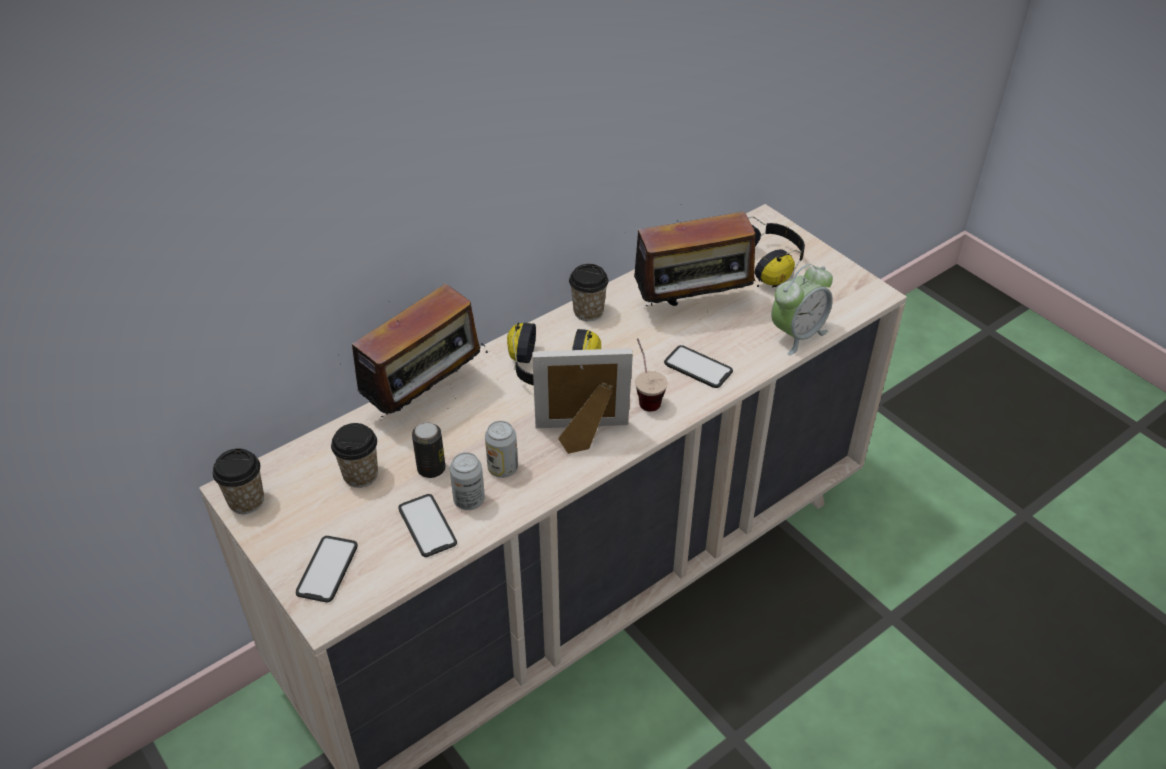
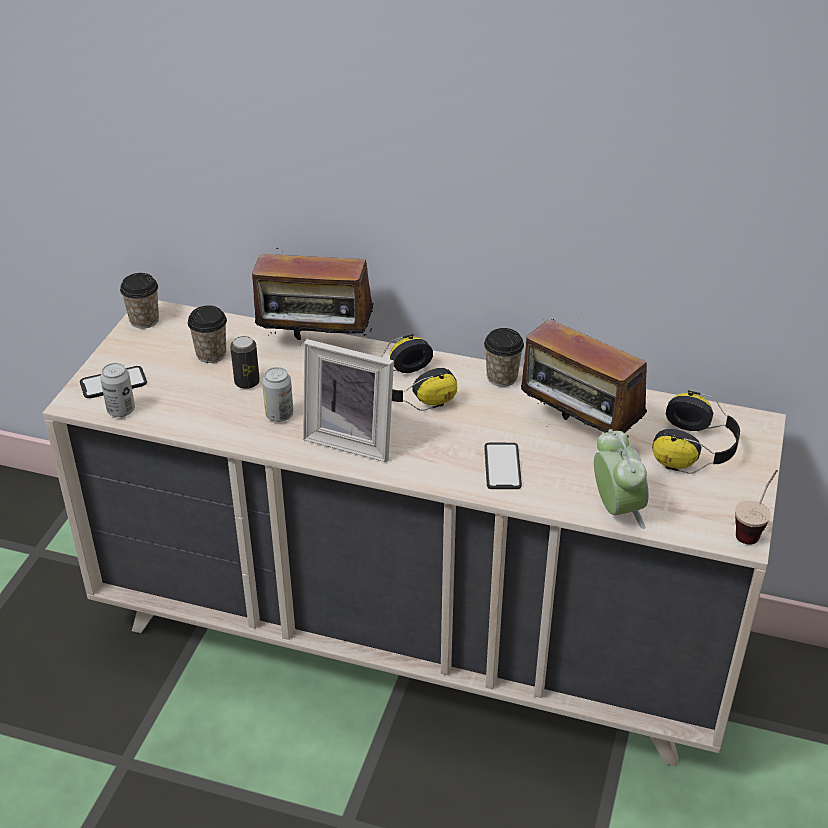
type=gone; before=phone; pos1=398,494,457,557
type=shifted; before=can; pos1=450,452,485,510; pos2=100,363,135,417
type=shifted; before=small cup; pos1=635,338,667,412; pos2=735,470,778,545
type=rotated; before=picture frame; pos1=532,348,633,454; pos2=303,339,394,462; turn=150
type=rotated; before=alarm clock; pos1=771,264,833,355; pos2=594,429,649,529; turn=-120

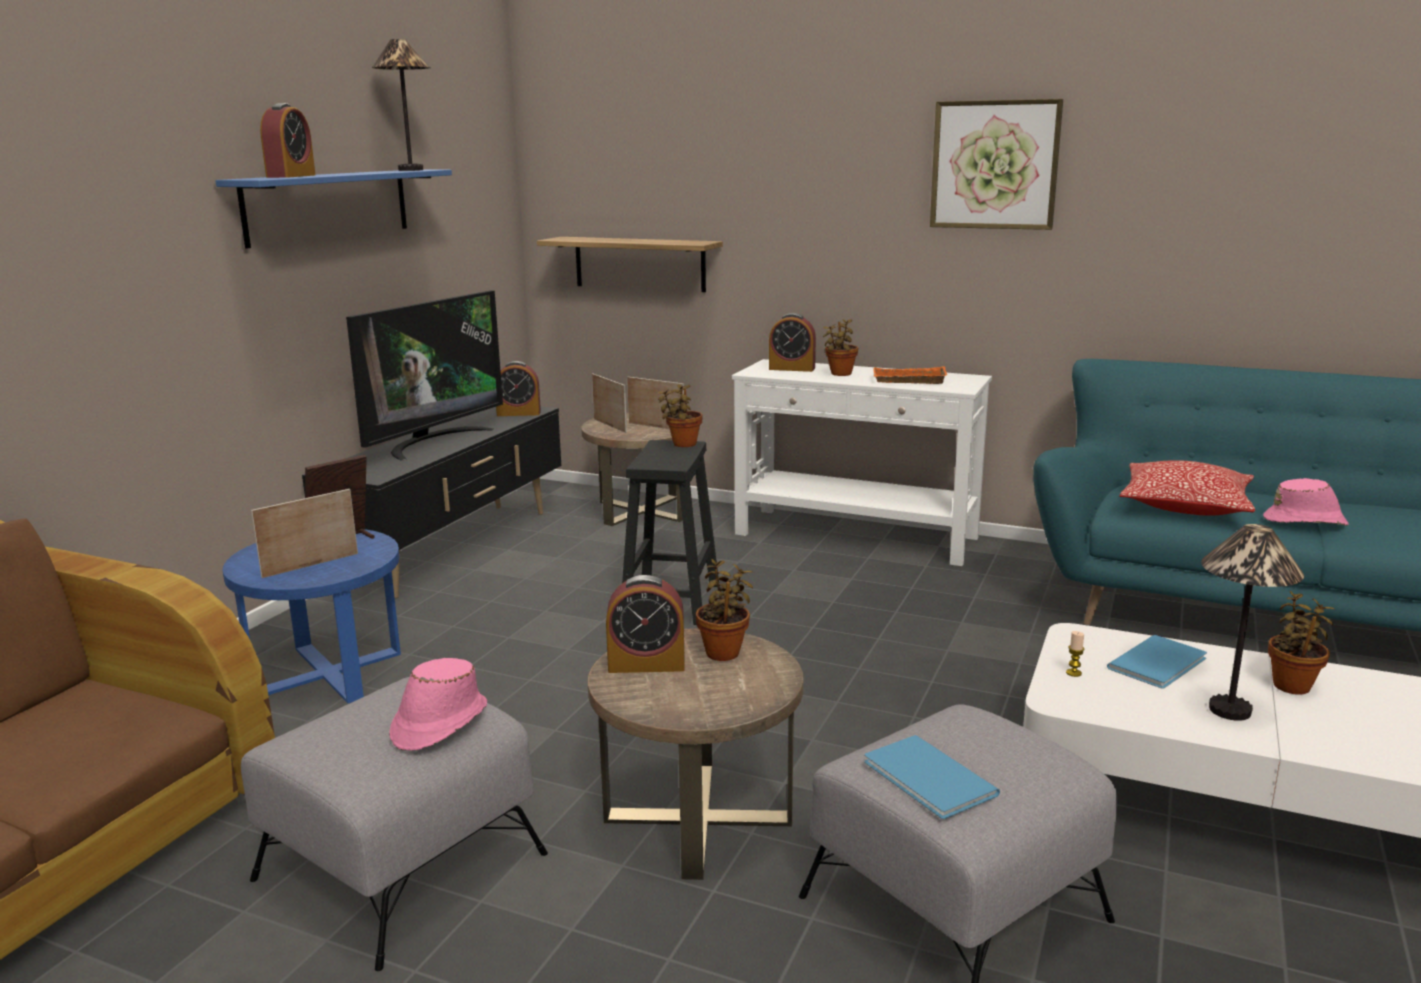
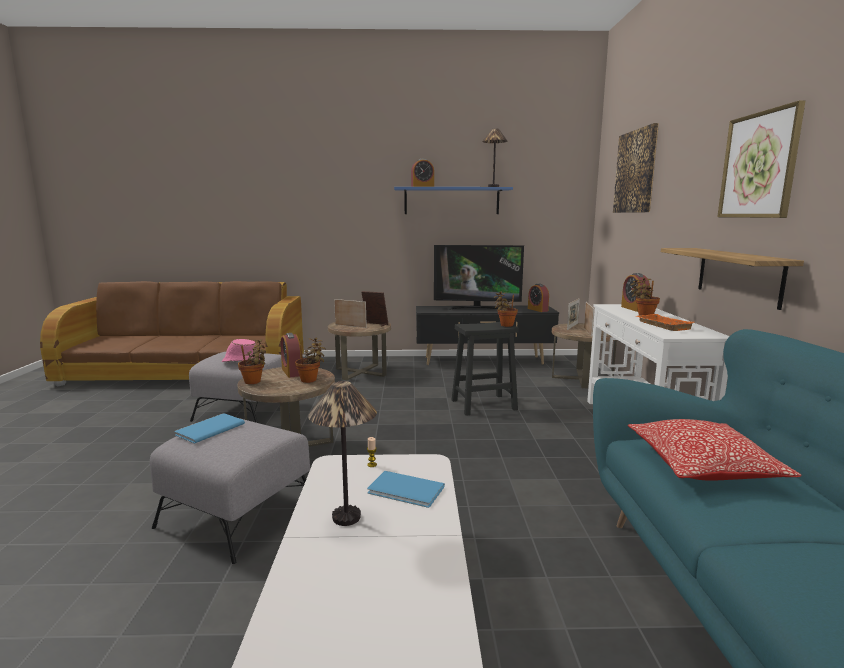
type=gone; before=pinkish wearable hat; pos1=1263,478,1349,526
type=new; after=picture; pos2=613,123,659,213
type=shifted; before=shelf; pos1=537,237,723,292; pos2=661,248,804,310
type=shifted; before=plant in a pot; pos1=1268,591,1335,695; pos2=238,339,266,384
type=repainted; before=bluish side table; after=brown side table; pos1=222,529,401,703; pos2=328,321,391,380

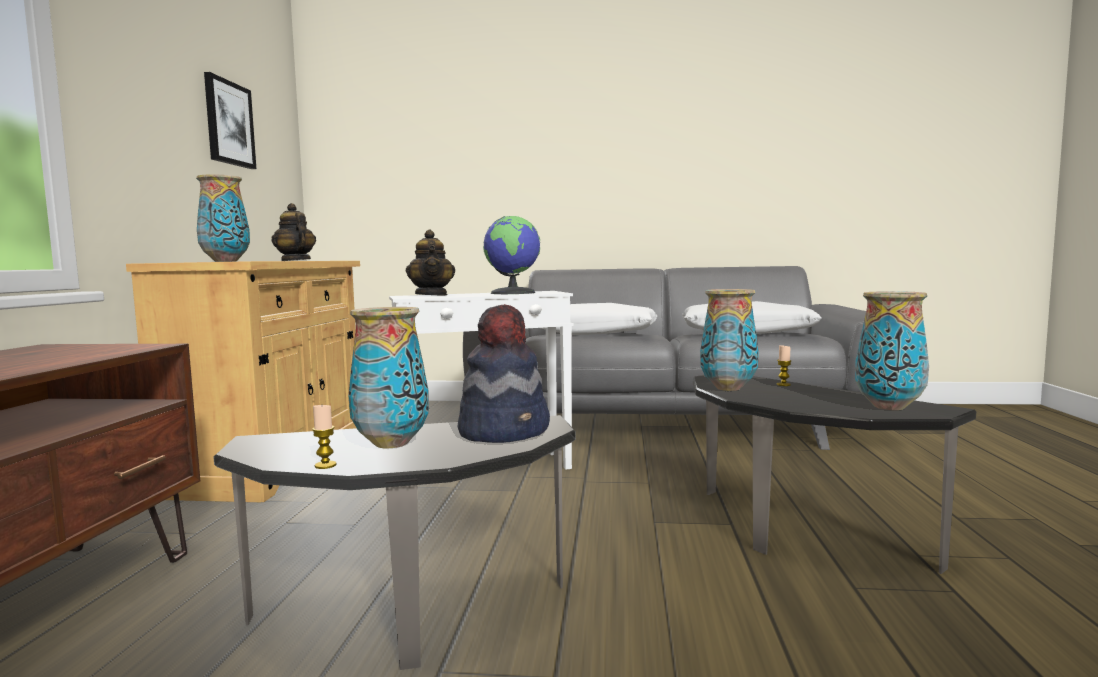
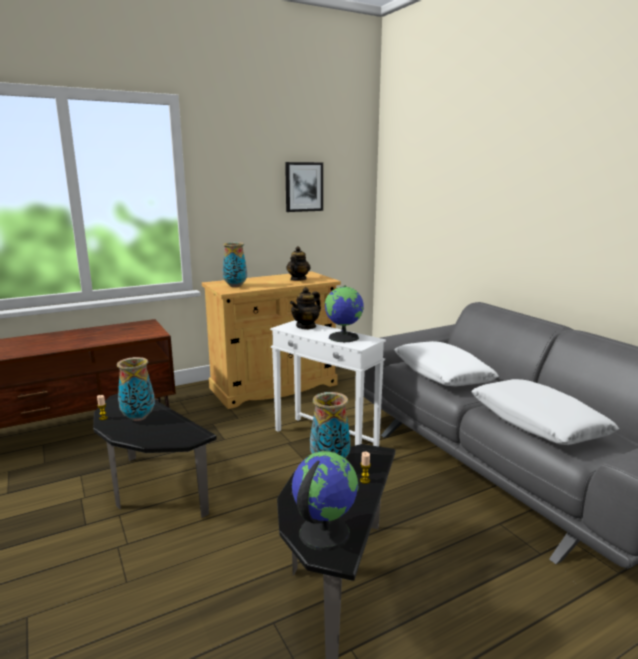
type=gone; before=wearable hat; pos1=458,304,550,443
type=swapped; before=vase; after=globe; pos1=855,291,929,410; pos2=292,451,358,551

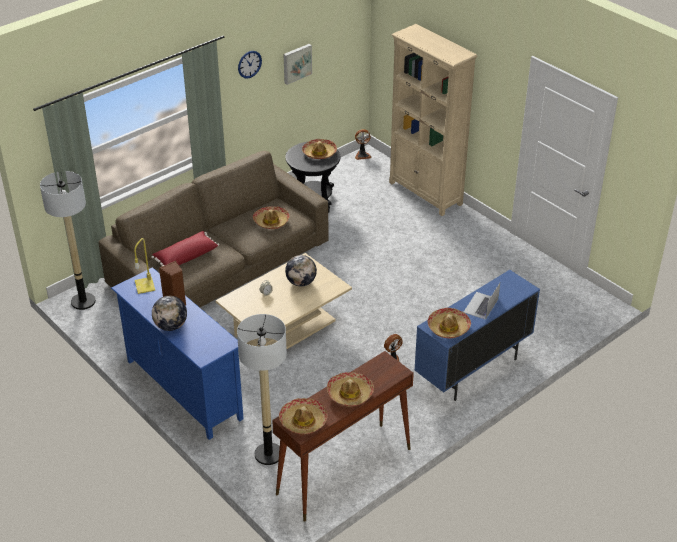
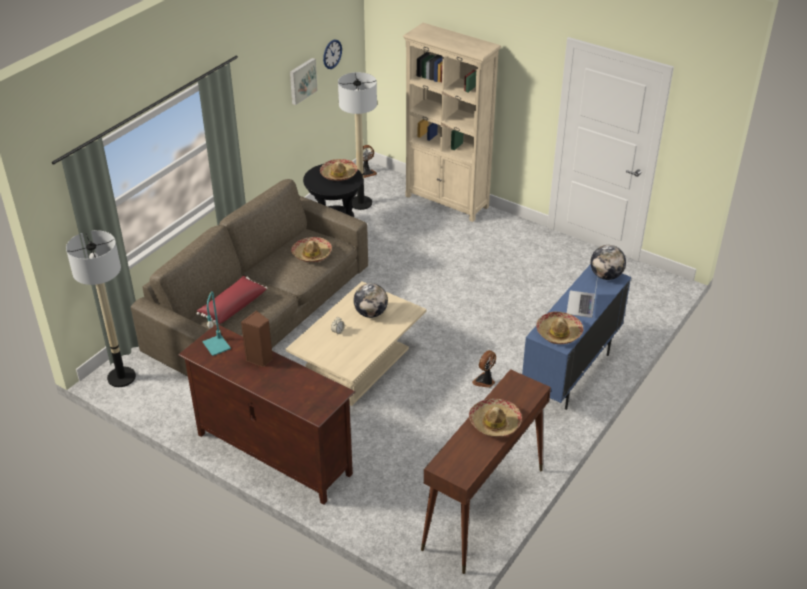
type=gone; before=wearable hat; pos1=279,398,328,434
type=shifted; before=globe; pos1=152,296,187,331; pos2=590,245,626,280
type=shifted; before=floor lamp; pos1=237,314,287,465; pos2=338,72,377,210
type=shifted; before=clock on the wall; pos1=238,51,262,79; pos2=323,39,342,69
type=repainted; before=bluish media console; after=brown media console; pos1=111,267,244,440; pos2=178,324,355,505
type=repainted; before=yellowish lamp for a table; after=turquoise lamp for a table; pos1=134,238,155,294; pos2=203,291,231,356

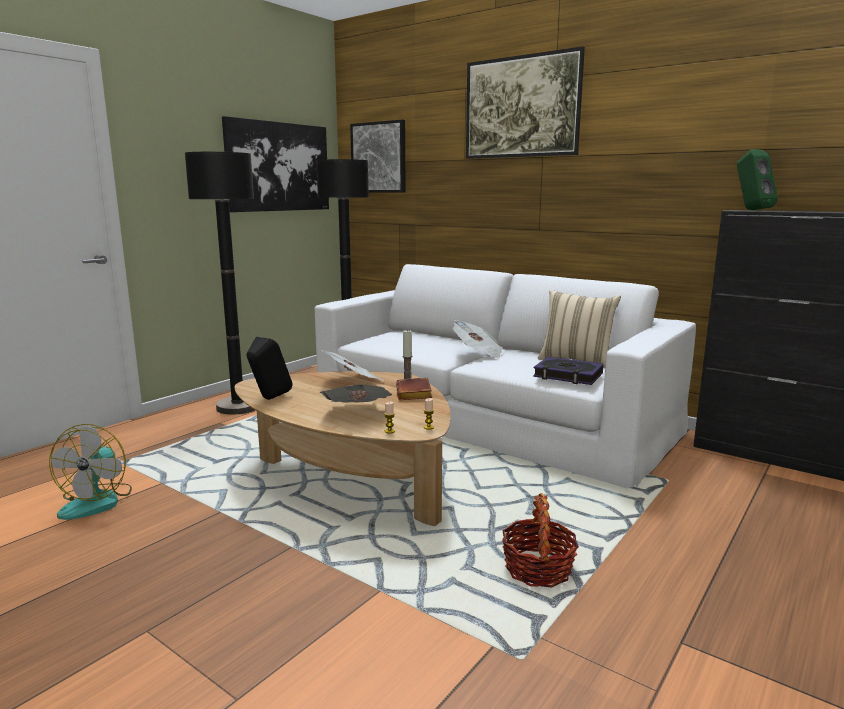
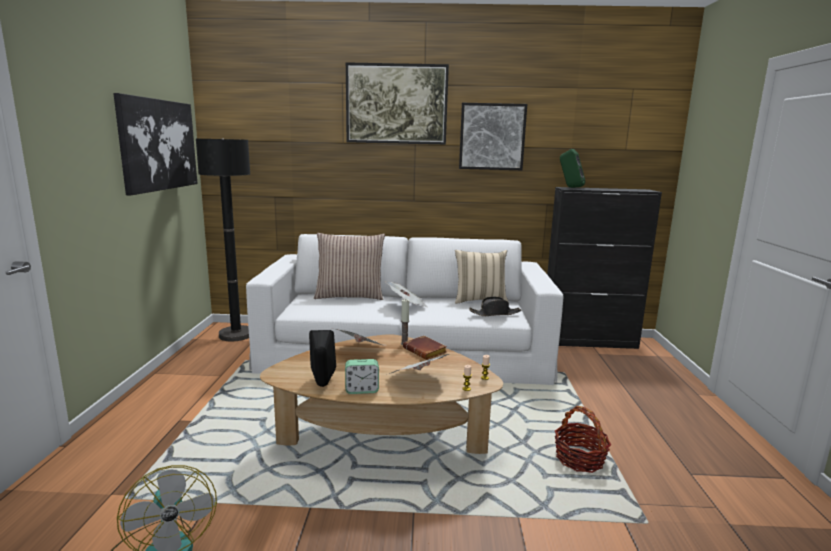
type=gone; before=blackish floor lamp; pos1=185,152,255,415
type=new; after=pillow; pos2=314,233,385,300
type=new; after=alarm clock; pos2=345,359,379,394
type=shifted; before=picture; pos1=350,119,406,193; pos2=459,103,527,170
type=swapped; before=book; after=blackish wearable hat; pos1=533,356,604,385; pos2=469,296,521,316

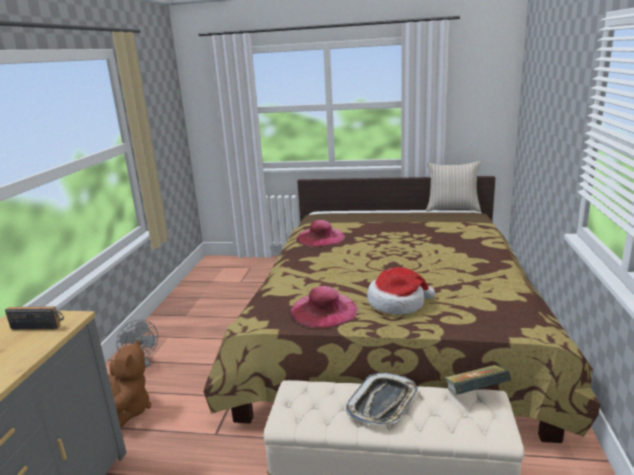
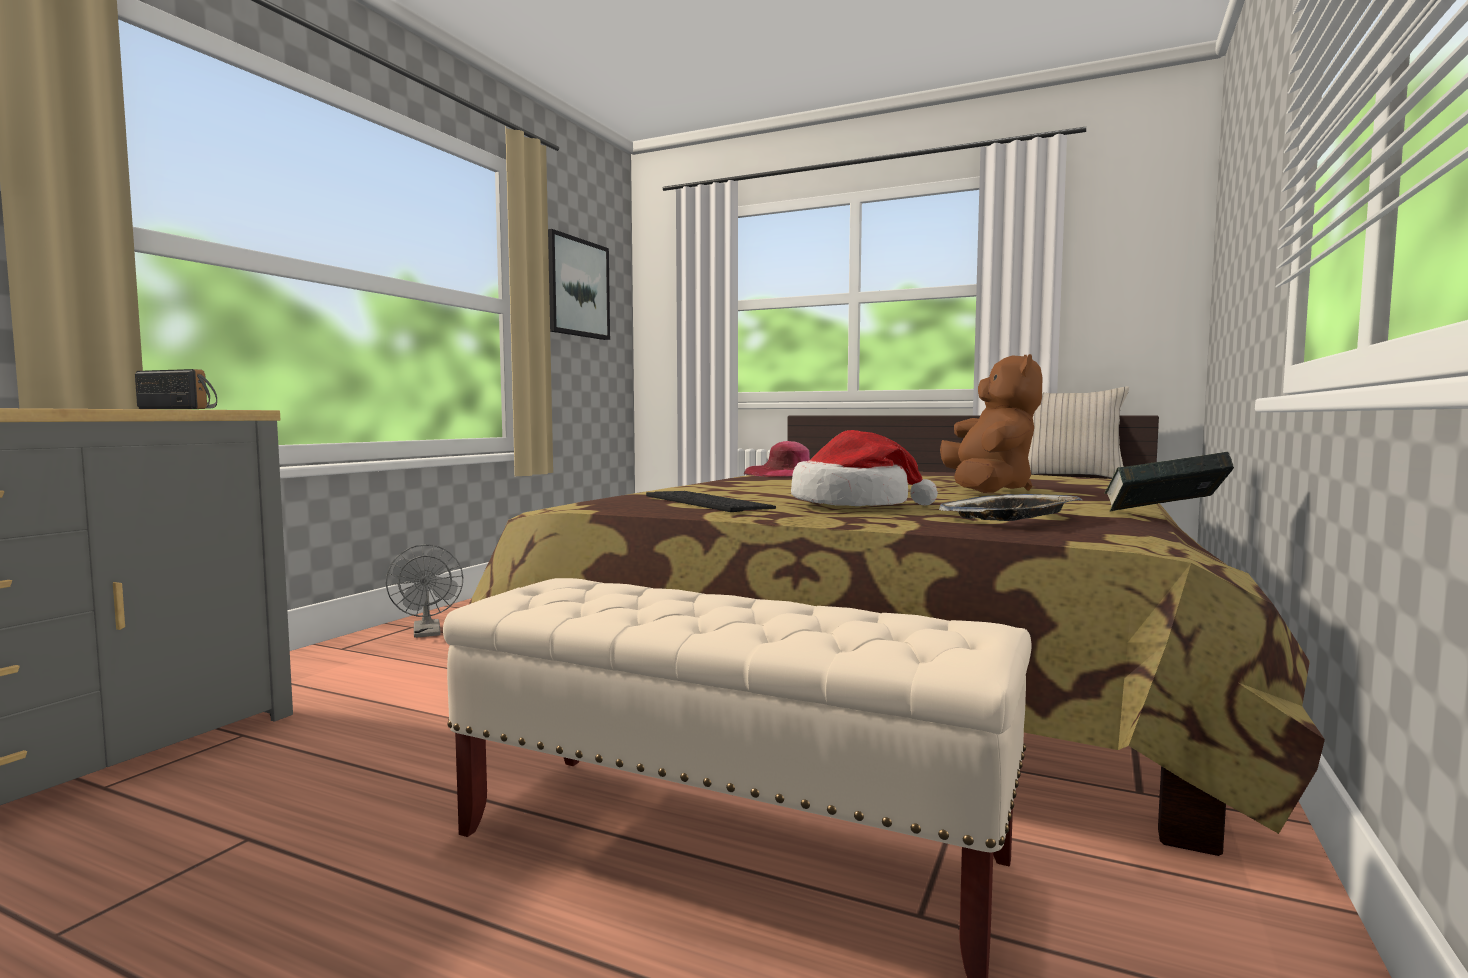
type=new; after=picture; pos2=548,229,610,340
type=shifted; before=brown plush toy; pos1=108,340,151,428; pos2=940,354,1043,493
type=shifted; before=carrying tray; pos1=346,373,418,425; pos2=939,494,1082,521
type=shifted; before=book; pos1=444,365,511,395; pos2=1104,452,1234,512
type=swapped; before=pinkish wearable hat; after=computer keyboard; pos1=290,286,358,328; pos2=646,491,776,512

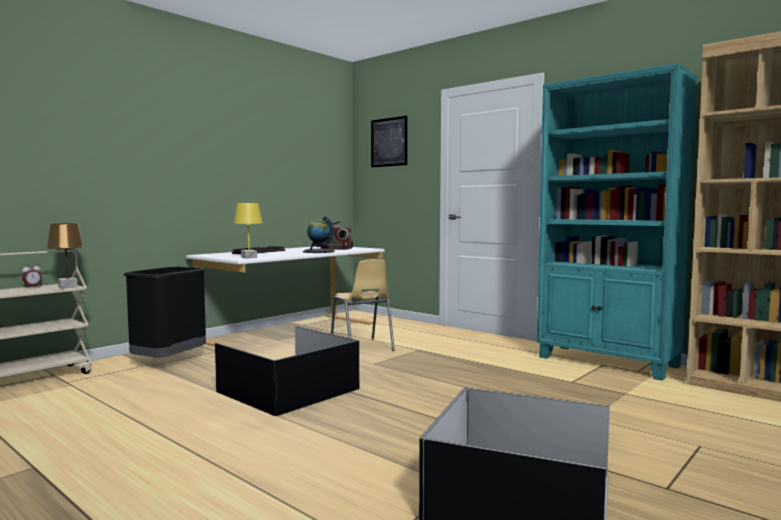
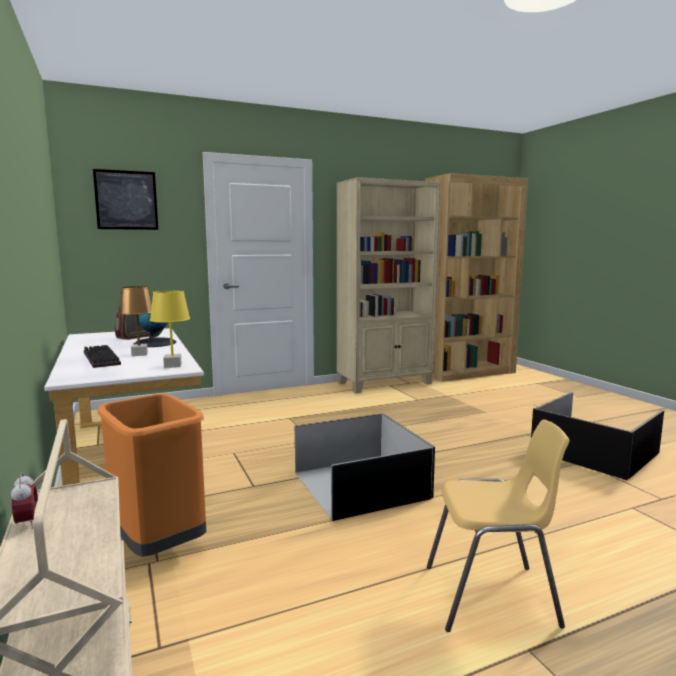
type=shifted; before=brown lamp for a table; pos1=47,223,84,289; pos2=118,286,152,356
type=shifted; before=yellowish chair; pos1=331,259,395,351; pos2=427,420,569,632
type=repainted; before=blackish trash can; after=orangey trash can; pos1=124,267,206,358; pos2=97,393,206,557
type=repainted; before=turquoise shelving unit; after=beige-coloured shelving unit; pos1=537,63,697,381; pos2=337,177,441,393

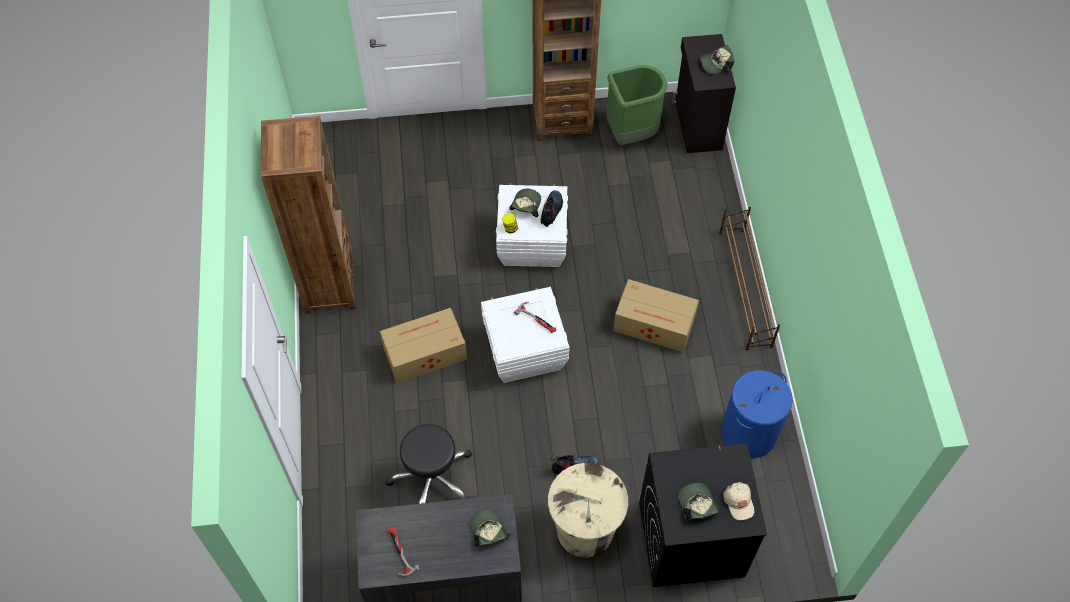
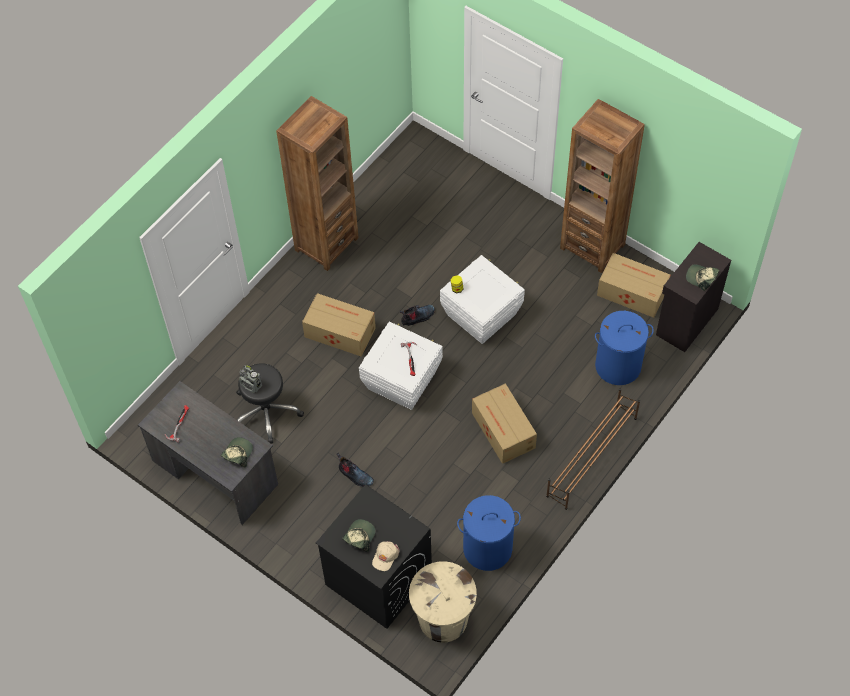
type=gone; before=baseball cap; pos1=509,189,541,217
type=new; after=radio receiver; pos2=239,365,262,393
type=new; after=bluish washing basket; pos2=595,311,654,385
type=shifted; before=high-top boot; pos1=541,190,563,227; pos2=400,305,435,326
type=shifted; before=beige-coloured trash can; pos1=548,463,628,558; pos2=409,561,477,643
type=swapped; before=green-coloured trash can; after=carton; pos1=606,65,667,146; pos2=597,253,671,318

